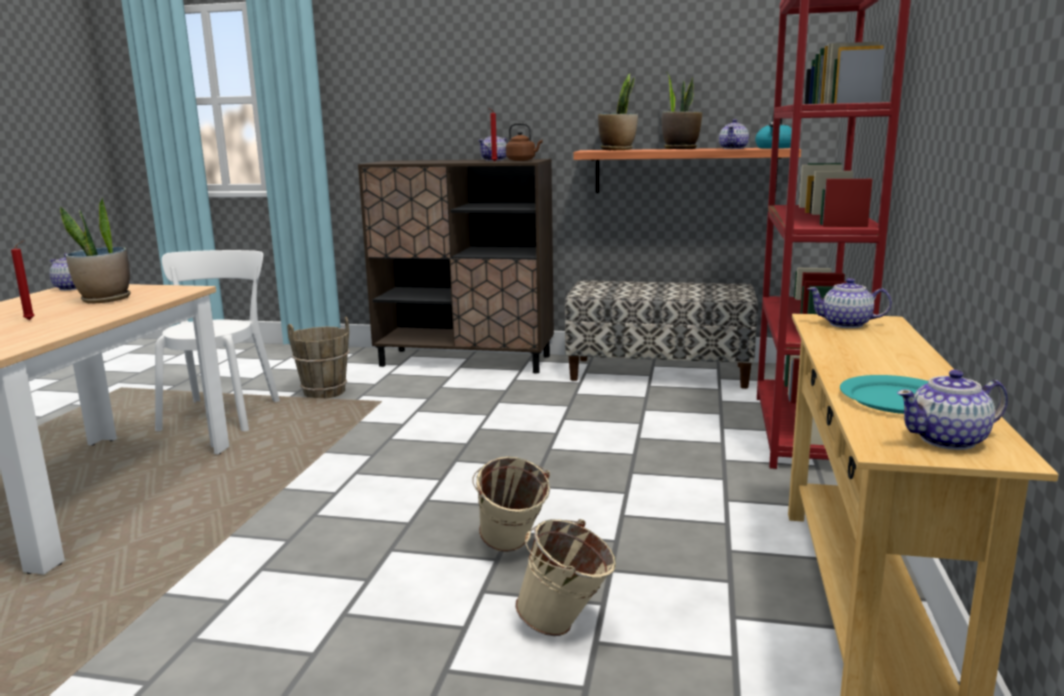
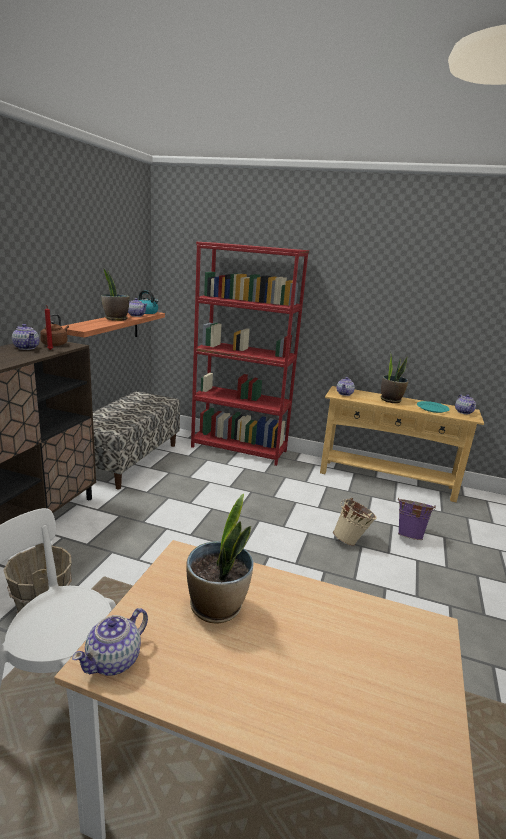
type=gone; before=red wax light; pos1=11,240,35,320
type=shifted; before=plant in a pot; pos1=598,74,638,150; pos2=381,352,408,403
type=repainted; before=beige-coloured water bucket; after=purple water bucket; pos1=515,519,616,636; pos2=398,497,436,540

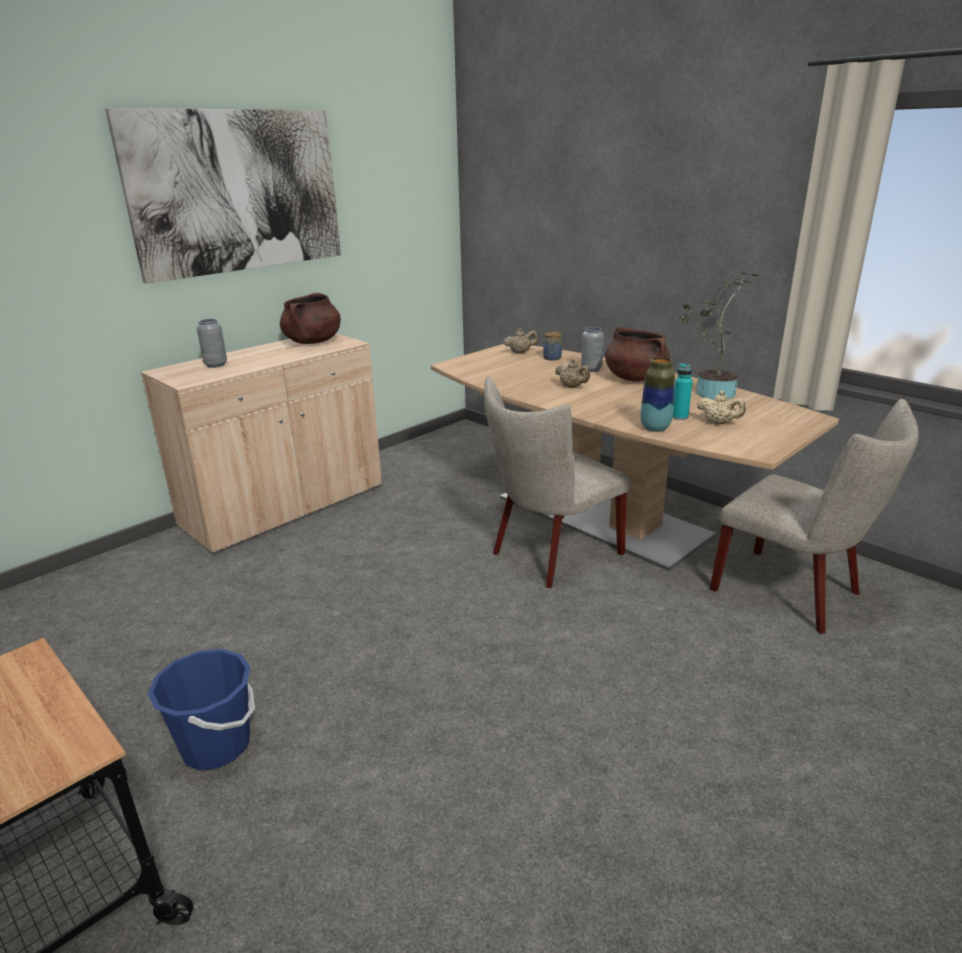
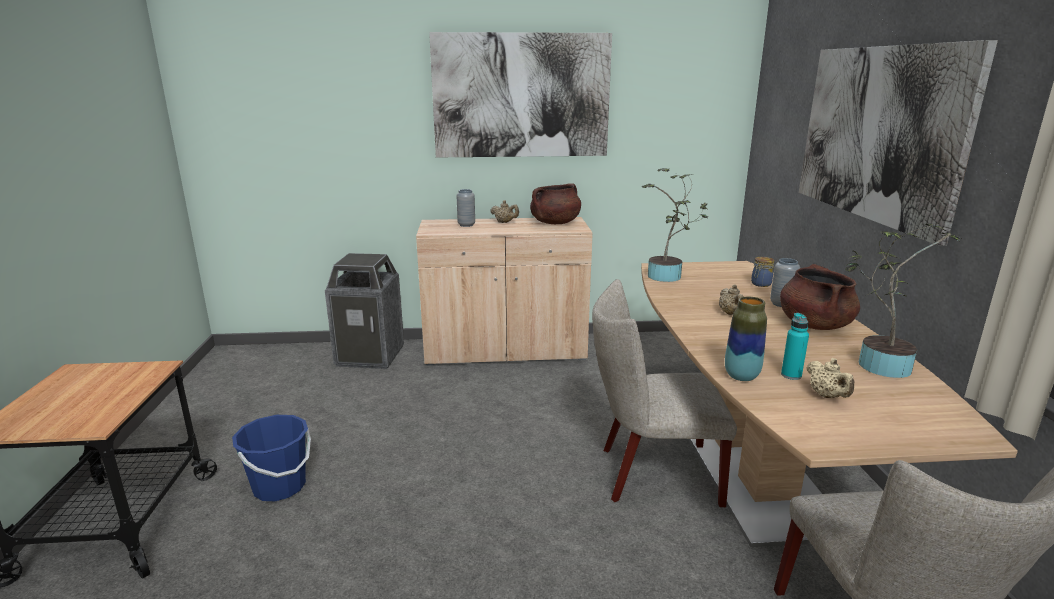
type=new; after=trash can; pos2=325,253,404,369
type=new; after=plant in a pot; pos2=642,168,708,282
type=new; after=picture; pos2=799,40,998,246
type=shifted; before=beige-coloured teapot; pos1=504,328,538,354; pos2=490,200,519,223

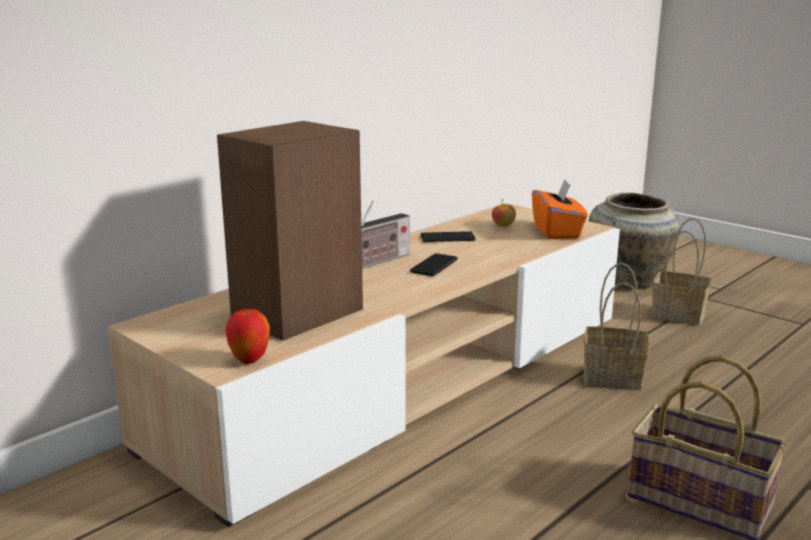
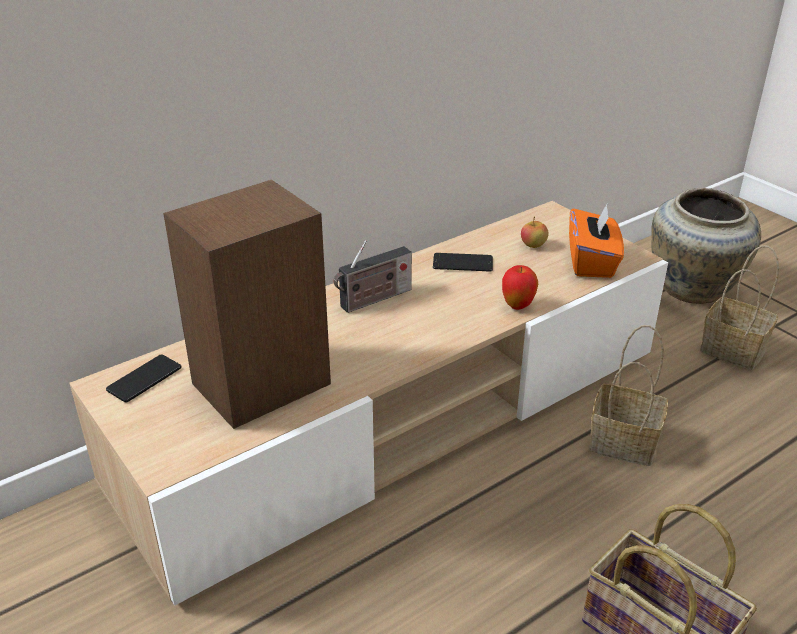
type=shifted; before=apple; pos1=225,309,270,364; pos2=502,265,538,310
type=shifted; before=phone; pos1=410,253,458,276; pos2=106,354,182,402

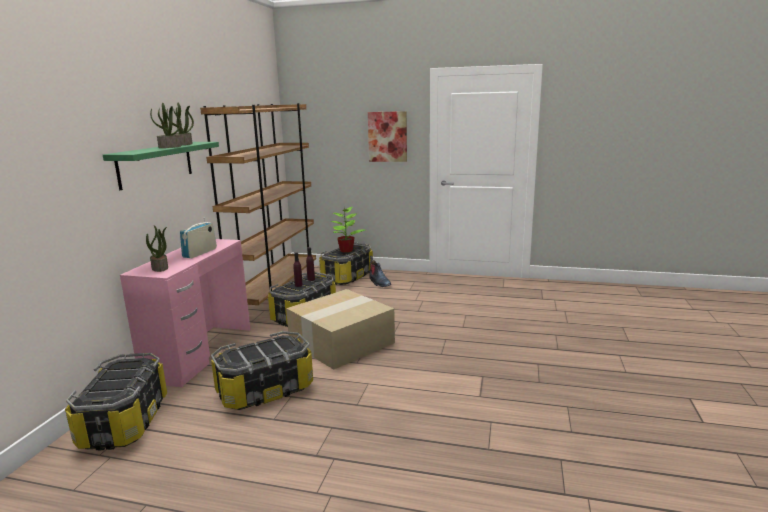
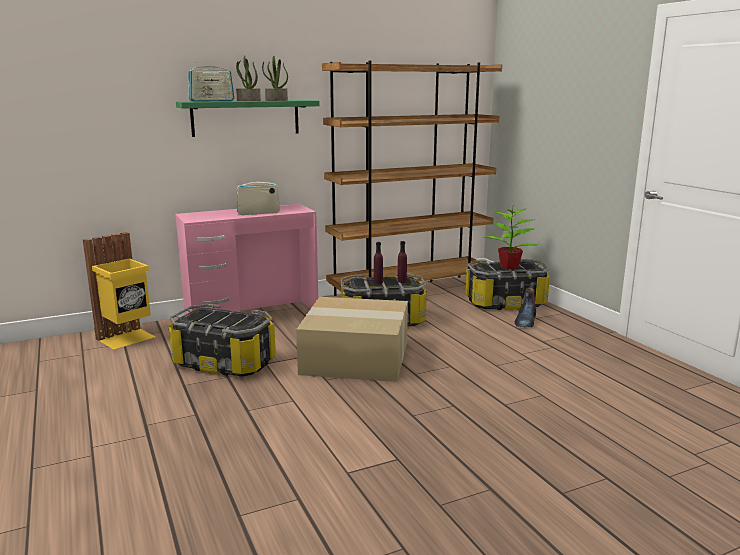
type=gone; before=plant in a pot; pos1=146,225,168,272
type=gone; before=picture; pos1=368,111,407,162
type=new; after=radio receiver; pos2=188,62,234,102
type=swapped; before=storage container; after=yellowish trash can; pos1=65,353,167,451; pos2=83,232,156,350

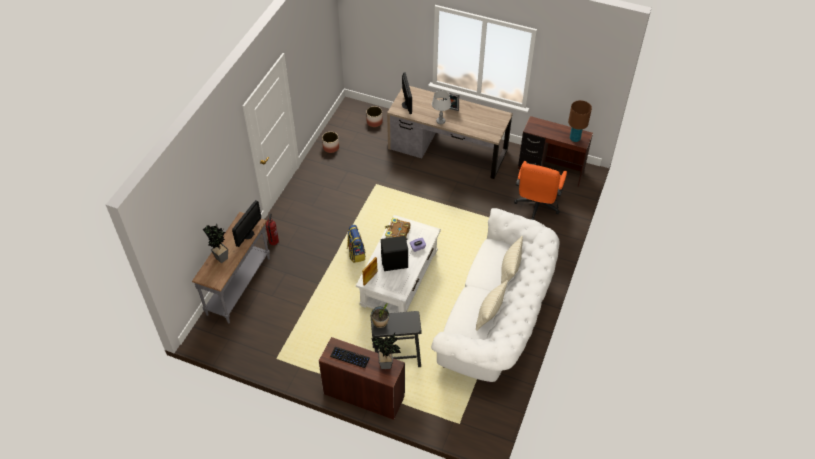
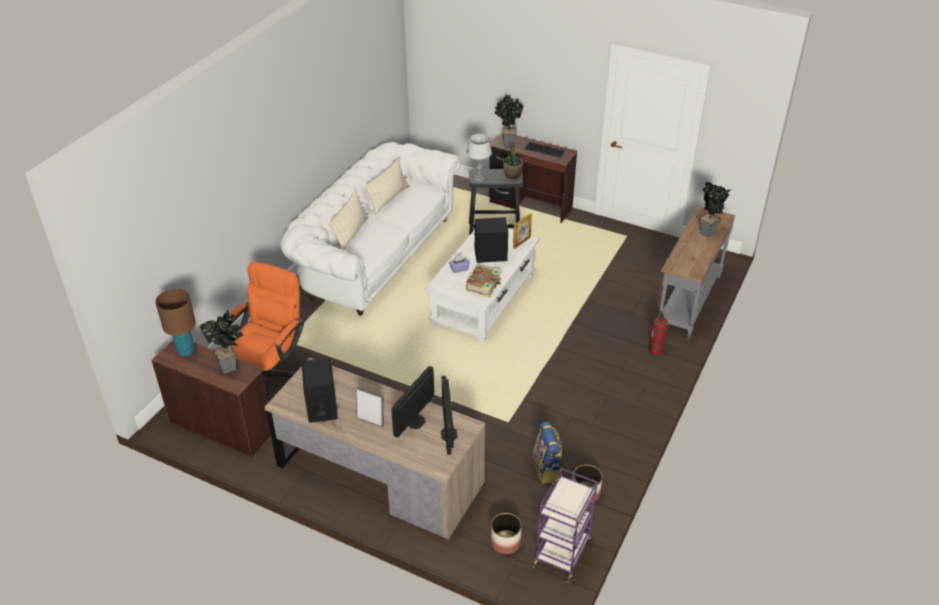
type=new; after=plant in a pot; pos2=199,310,243,374
type=new; after=blackish loudspeaker; pos2=302,358,338,423
type=new; after=purple trolley; pos2=531,468,598,585
type=shifted; before=computer display; pos1=232,200,261,247; pos2=391,366,434,438
type=shifted; before=knapsack; pos1=347,225,366,263; pos2=533,422,563,483
type=shifted; before=grey lamp for a table; pos1=432,90,451,124; pos2=466,134,492,182

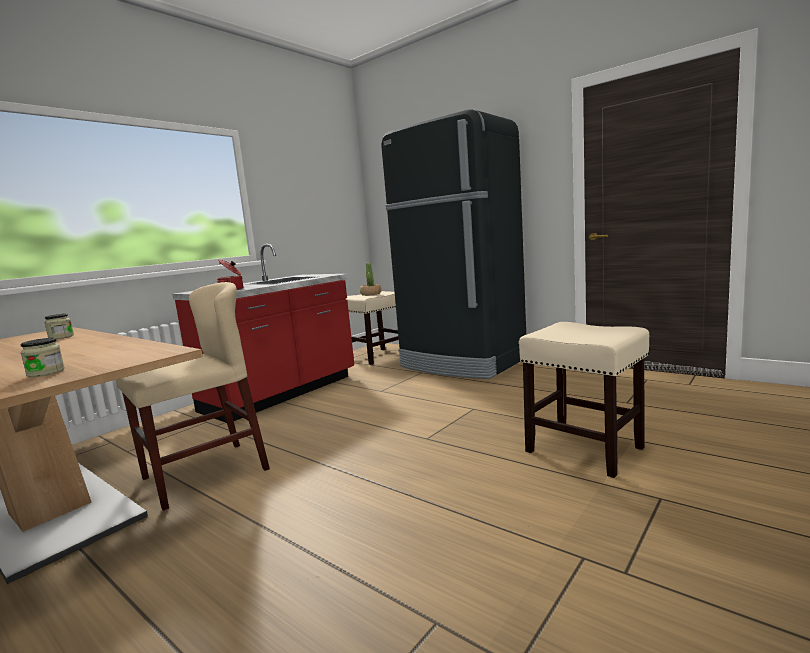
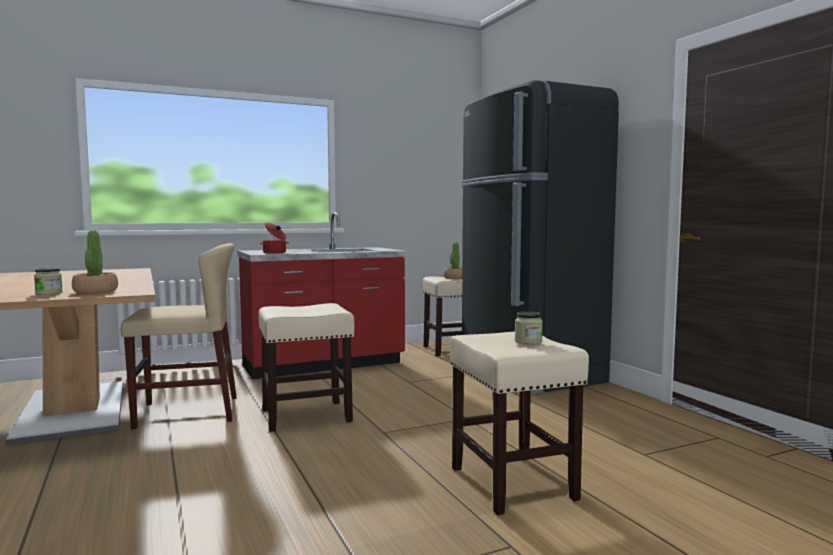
type=new; after=plant in a pot; pos2=72,231,118,294
type=new; after=beige-coloured stool; pos2=258,303,354,432
type=shifted; before=preserve jar; pos1=45,314,74,339; pos2=515,311,543,345

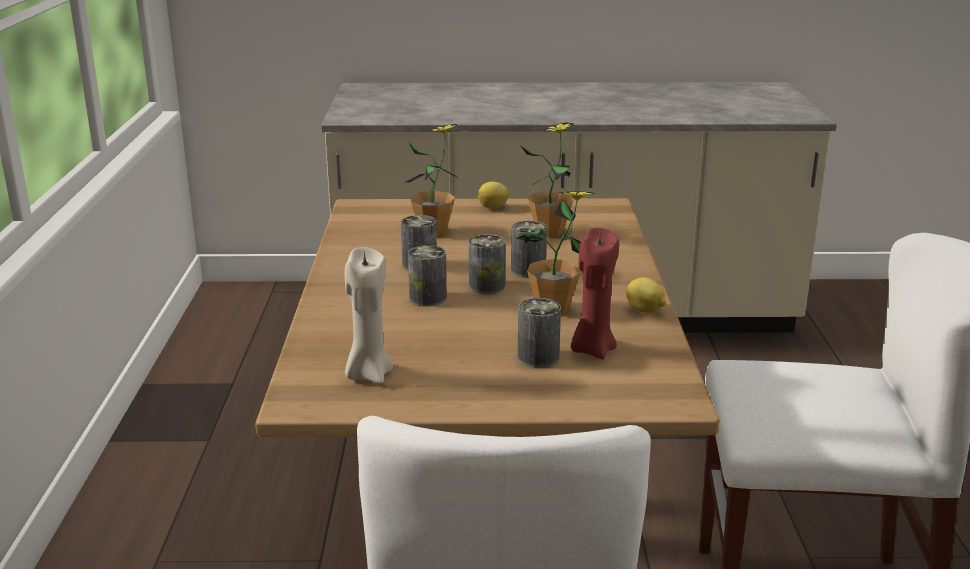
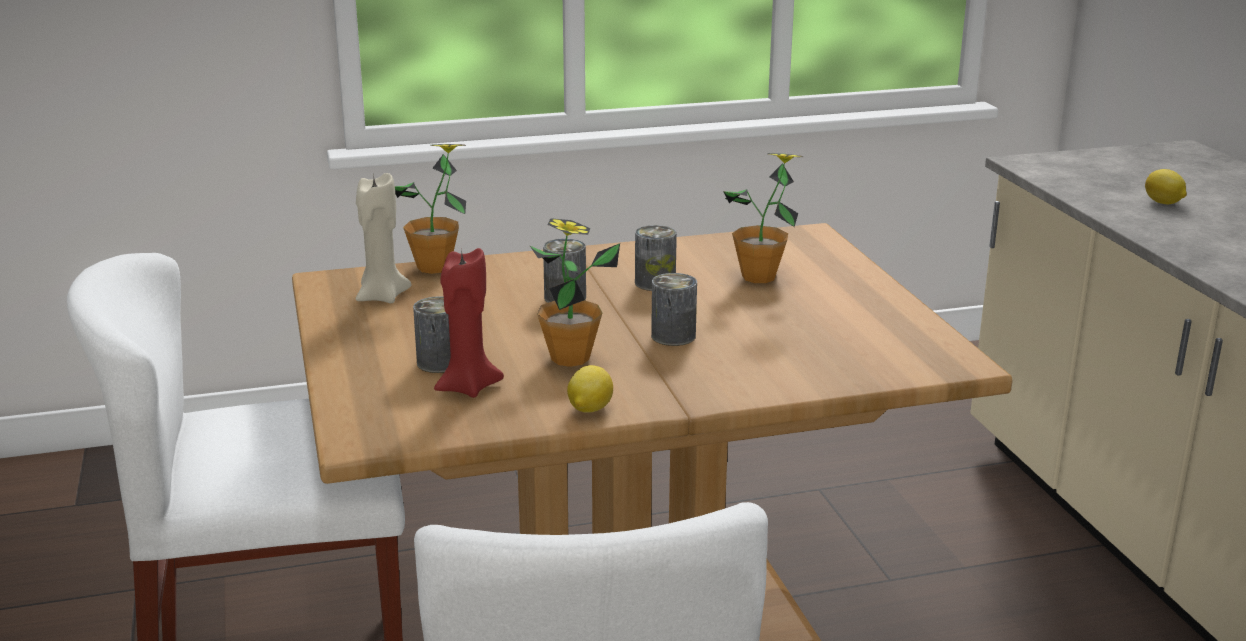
type=gone; before=can; pos1=469,235,506,294
type=shifted; before=citrus fruit; pos1=478,182,509,209; pos2=1145,169,1187,205
type=shifted; before=plant in a pot; pos1=520,122,574,237; pos2=395,144,466,274

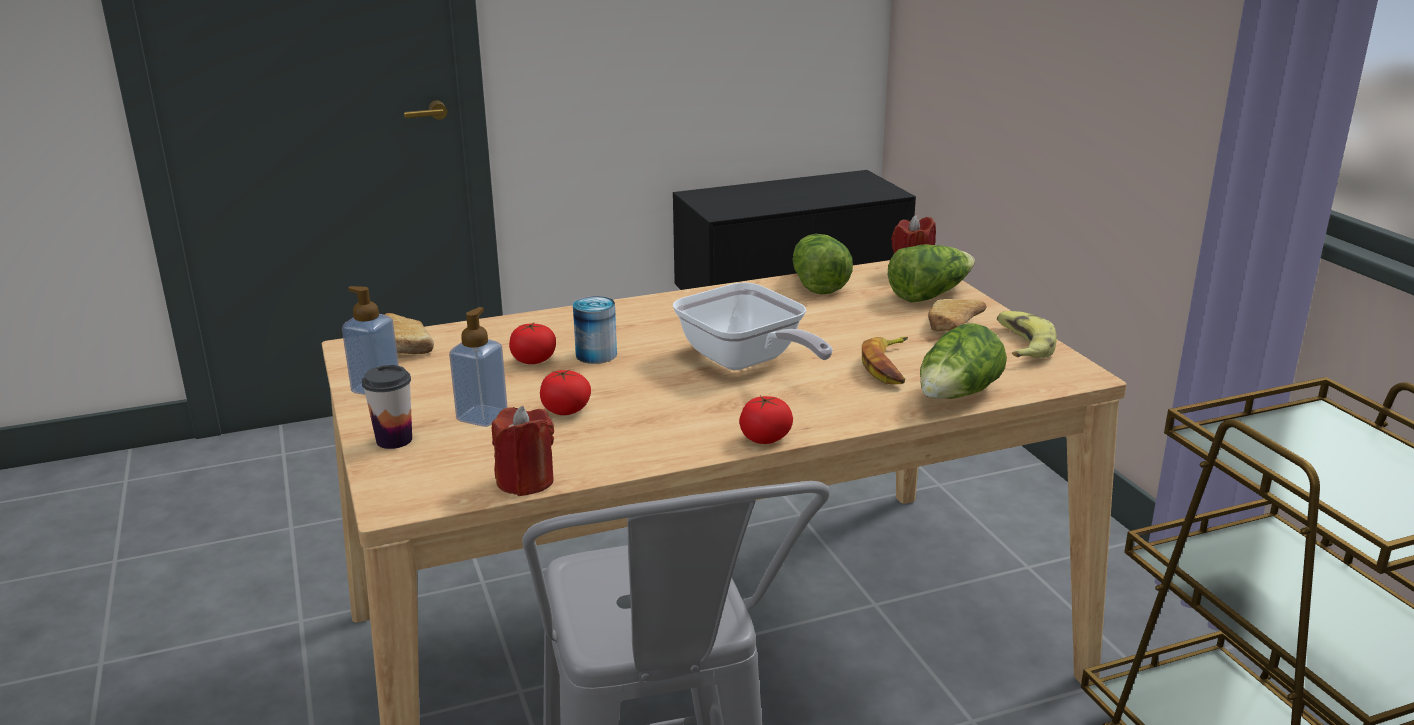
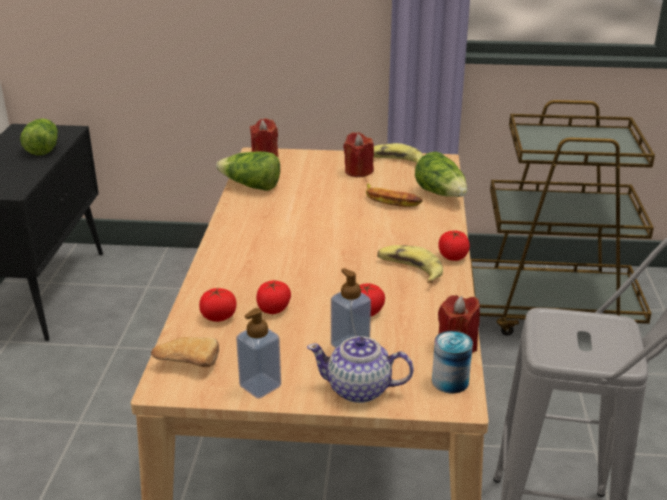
type=gone; before=pan; pos1=673,283,833,370
type=new; after=whole tomato; pos2=199,288,237,322
type=new; after=banana fruit; pos2=377,245,443,283
type=shifted; before=can; pos1=573,296,617,364; pos2=432,331,473,394
type=shifted; before=lettuce head; pos1=888,244,975,303; pos2=20,118,58,155
type=swapped; before=small cup; after=teapot; pos1=362,365,412,449; pos2=307,336,414,403
type=swapped; before=bakery bread; after=red wax light; pos1=928,299,987,331; pos2=343,132,374,177

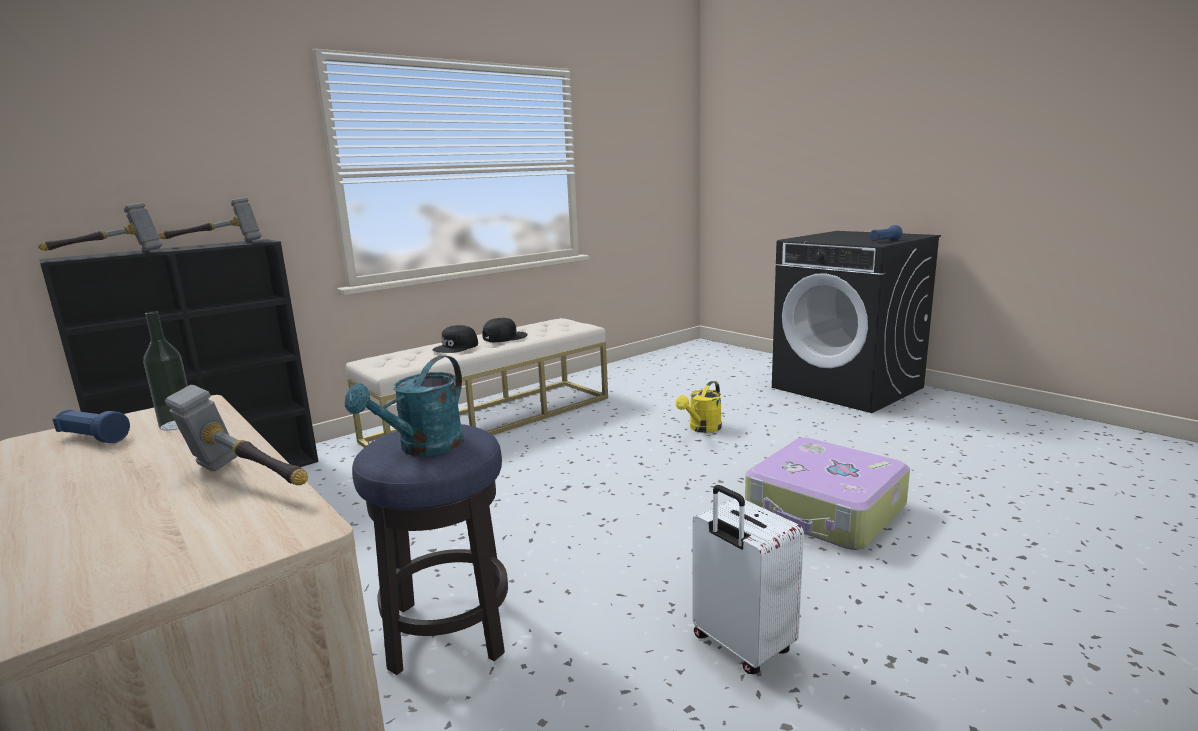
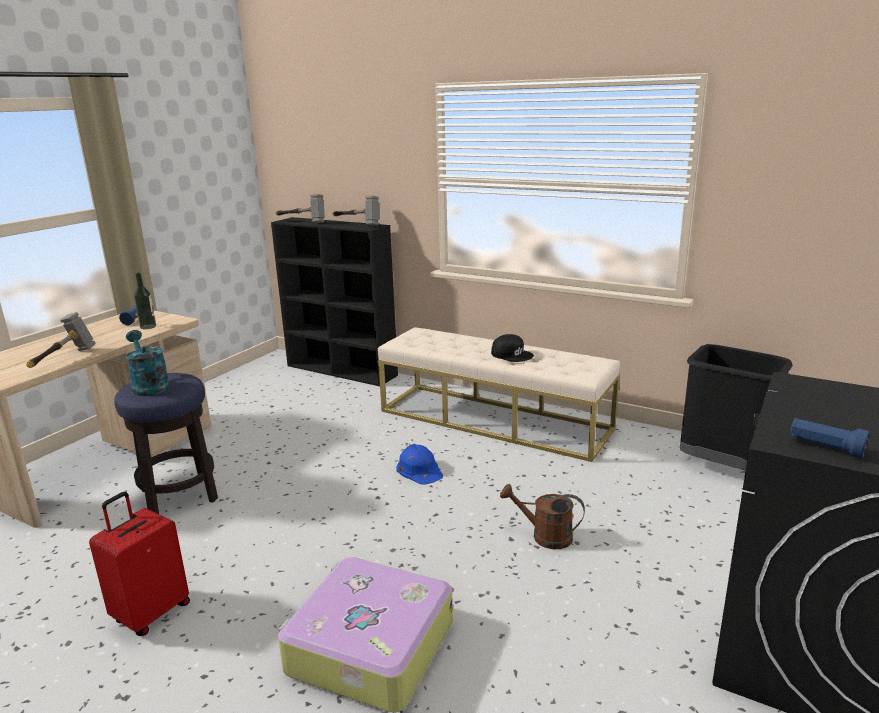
type=gone; before=blackish baseball cap; pos1=433,325,478,353
type=new; after=bluish hard hat; pos2=396,444,443,485
type=new; after=blackish trash can; pos2=680,344,793,470
type=repainted; before=yellowish watering pot; after=brown watering pot; pos1=676,381,722,433; pos2=500,484,585,549
type=repainted; before=white piece of luggage; after=red piece of luggage; pos1=692,485,804,674; pos2=89,492,190,636
type=rotated; before=turquoise watering pot; pos1=345,355,464,456; pos2=126,330,170,396; turn=45

